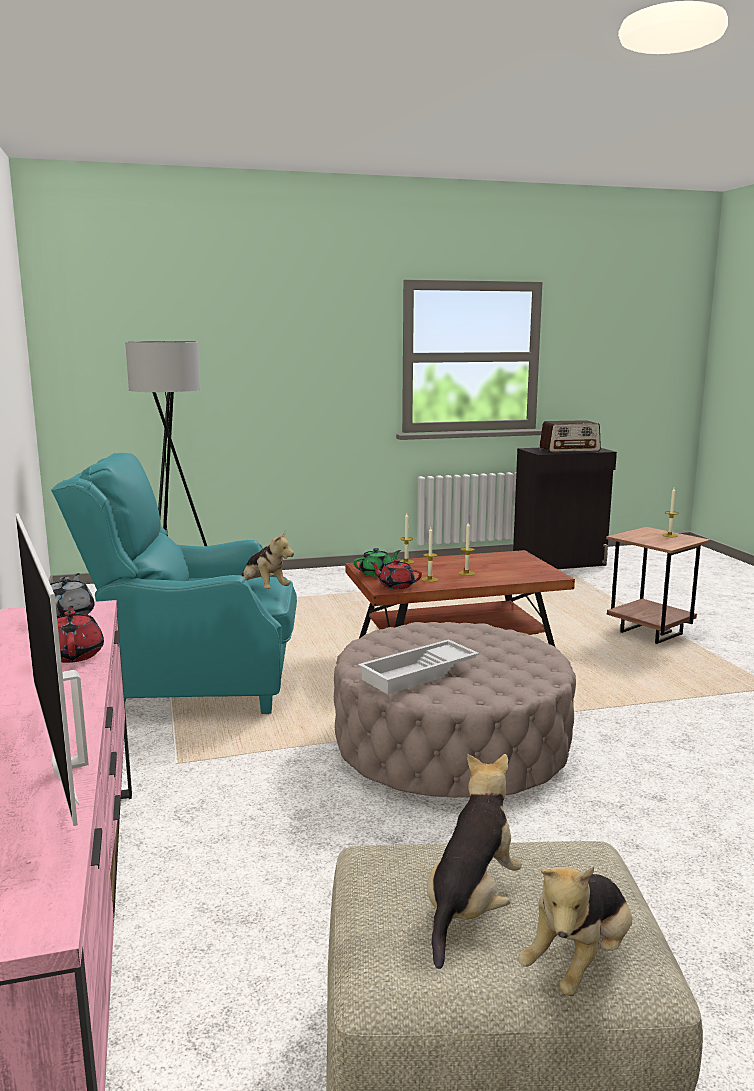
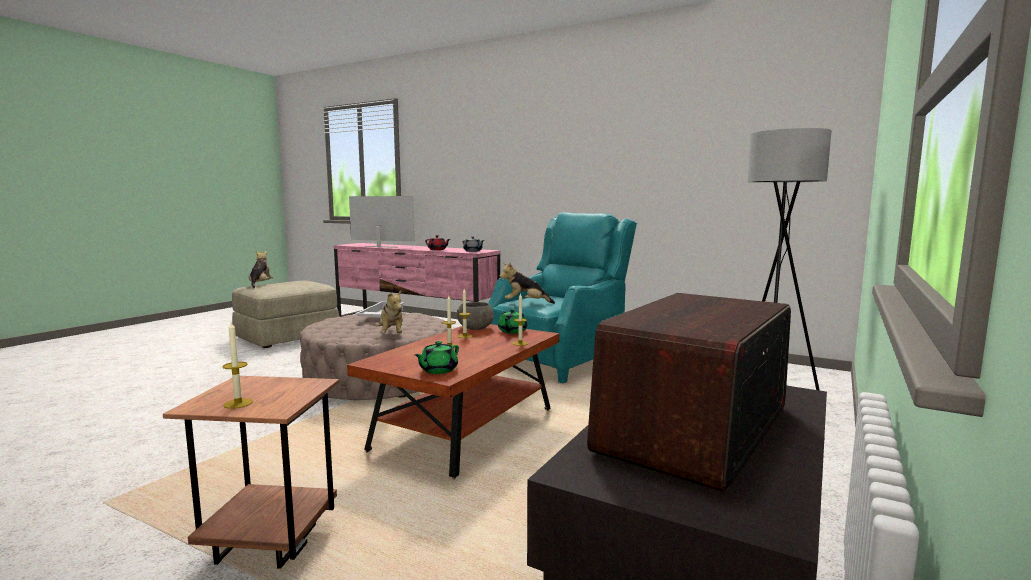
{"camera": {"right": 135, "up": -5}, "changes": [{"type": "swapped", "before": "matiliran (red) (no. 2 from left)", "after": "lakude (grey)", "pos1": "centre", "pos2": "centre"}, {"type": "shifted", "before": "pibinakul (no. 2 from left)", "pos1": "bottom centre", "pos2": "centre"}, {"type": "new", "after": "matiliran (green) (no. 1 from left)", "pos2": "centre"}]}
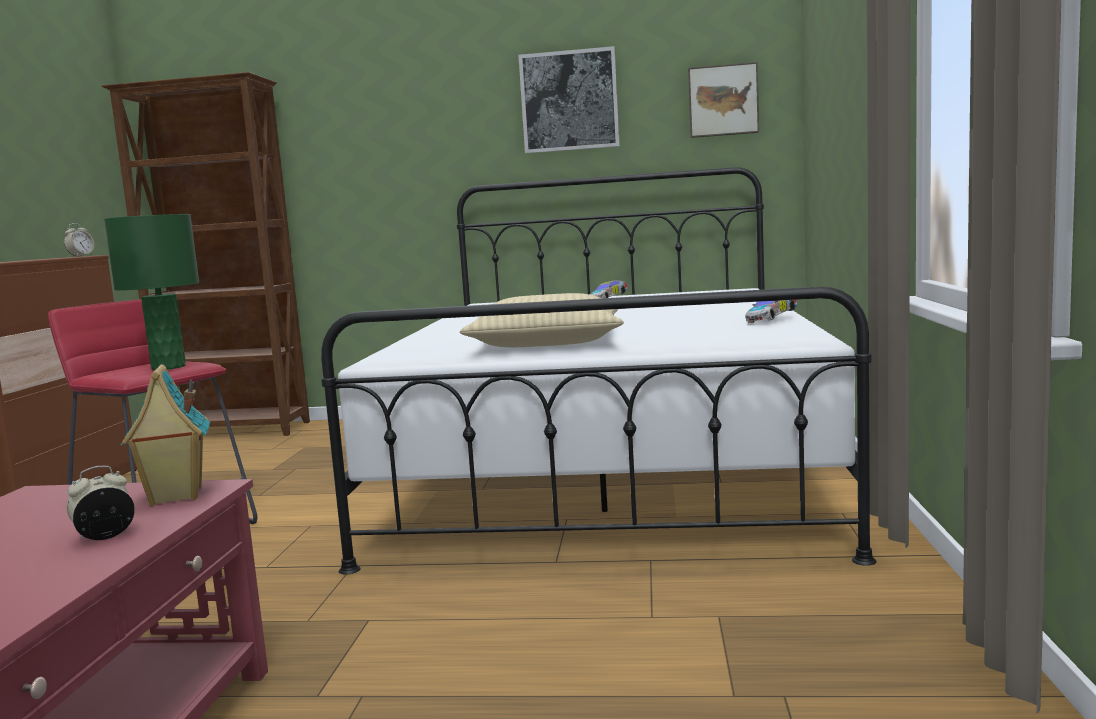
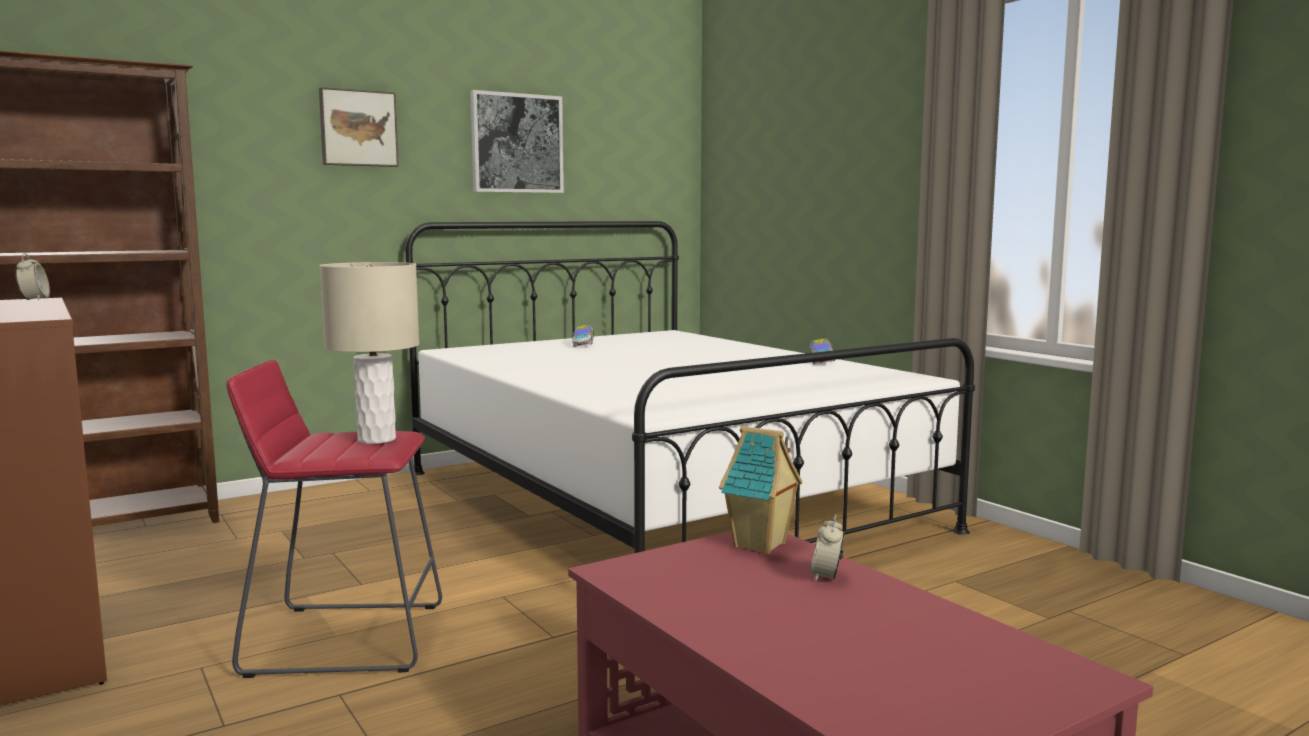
{"camera": {"right": -40, "up": 0}, "changes": [{"type": "shifted", "before": "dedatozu (no. 2 from left in the first image)", "after": "dedatozu (no. 1 from left)", "pos1": "top centre", "pos2": "top left"}, {"type": "repainted", "before": "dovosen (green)", "after": "dovosen (beige)", "pos1": "middle left", "pos2": "middle left"}, {"type": "gone", "before": "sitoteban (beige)", "pos1": "centre"}]}
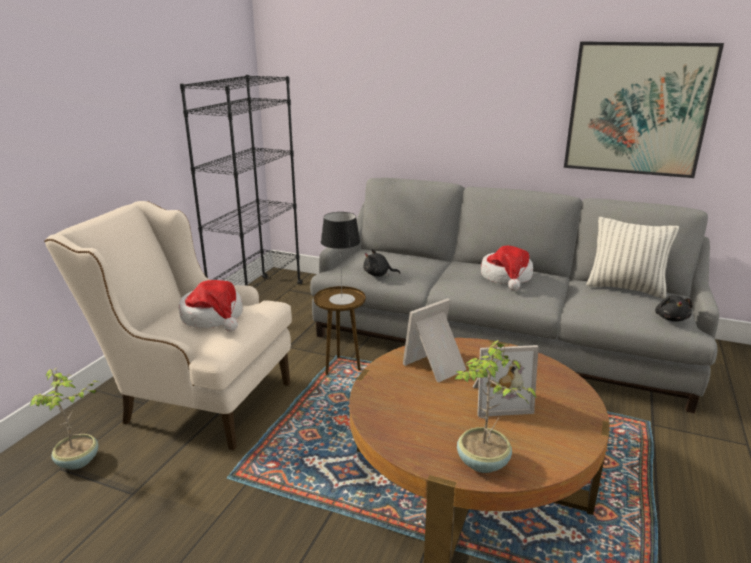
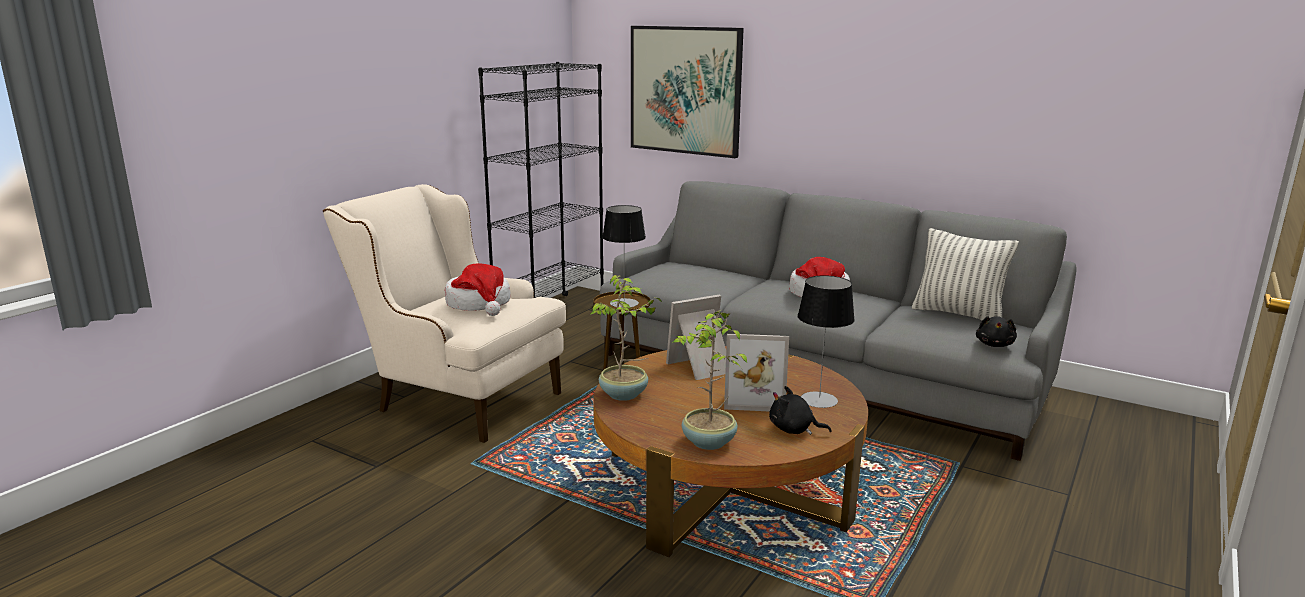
{"camera": {"right": 10, "up": -5}, "changes": [{"type": "shifted", "before": "dedatozu", "pos1": "top right", "pos2": "top centre"}, {"type": "shifted", "before": "pibinakul (black) (no. 1 from left)", "pos1": "centre", "pos2": "bottom centre"}, {"type": "shifted", "before": "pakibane (no. 1 from left)", "pos1": "bottom left", "pos2": "centre"}, {"type": "new", "after": "dovosen (no. 2 from left)", "pos2": "centre"}]}
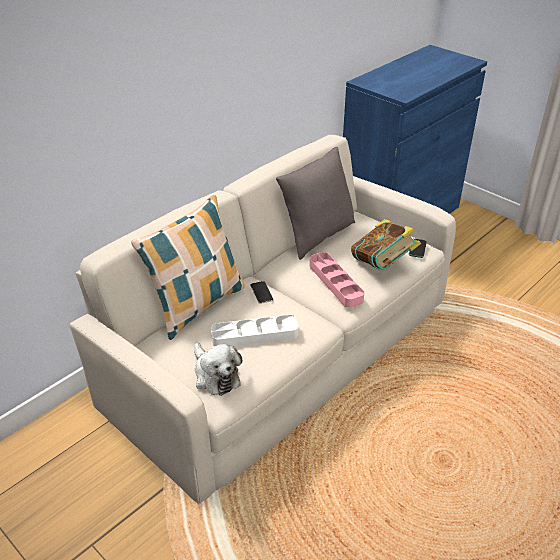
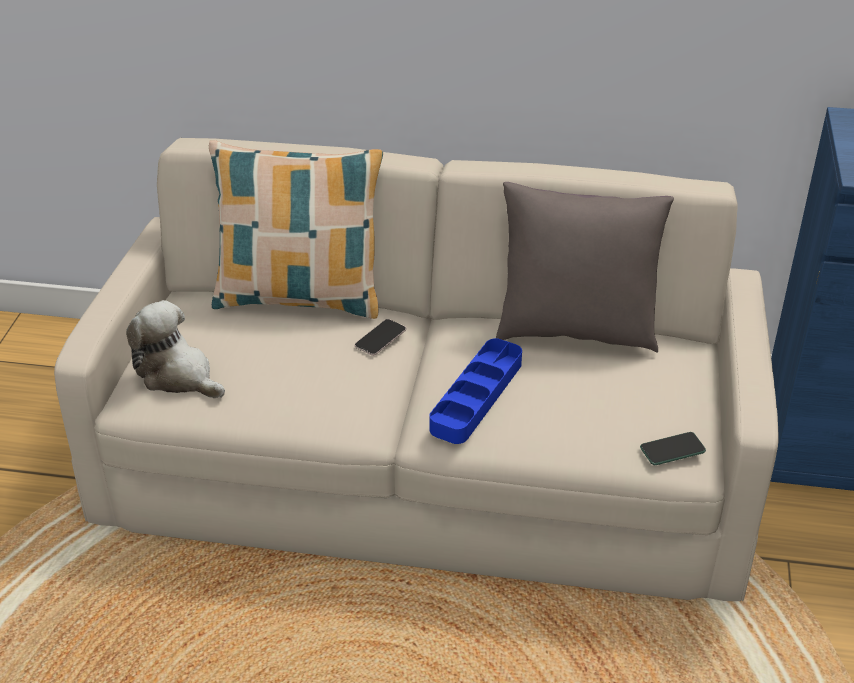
{"camera": {"right": 55, "up": 0}, "changes": [{"type": "gone", "before": "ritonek", "pos1": "middle right"}, {"type": "repainted", "before": "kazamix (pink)", "after": "kazamix (blue)", "pos1": "centre", "pos2": "centre"}, {"type": "gone", "before": "kazamix (white)", "pos1": "centre"}, {"type": "rotated", "before": "pibinakul", "pos1": "centre", "pos2": "middle left", "turn": 105}]}
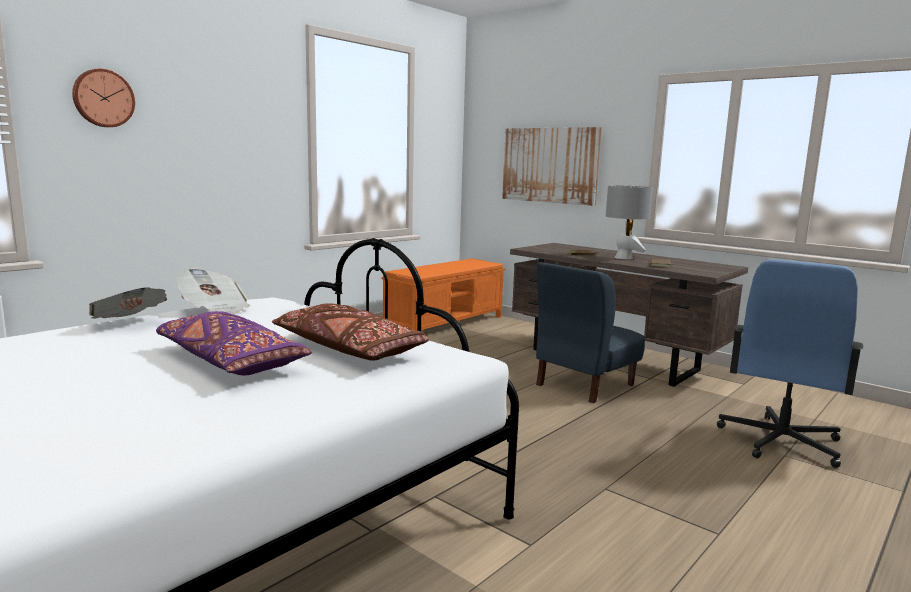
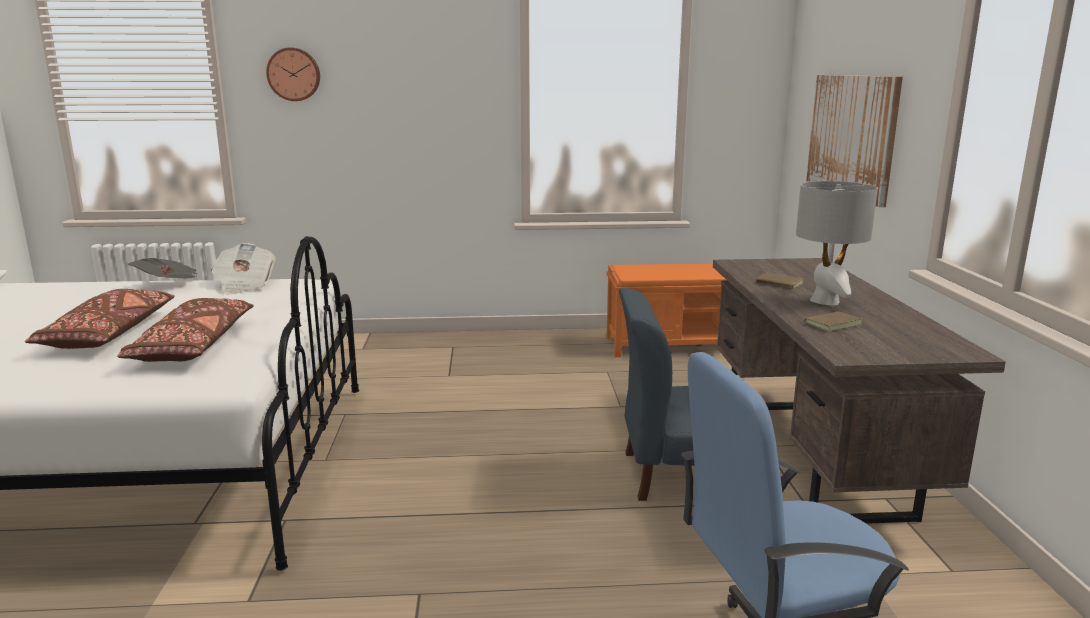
{"camera": {"right": 45, "up": 5}, "changes": [{"type": "repainted", "before": "sitoteban (purple)", "after": "sitoteban (brown) (no. 1 from left)", "pos1": "middle left", "pos2": "middle left"}]}
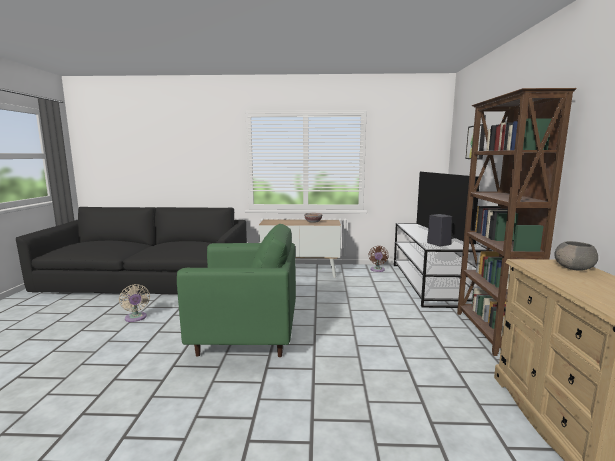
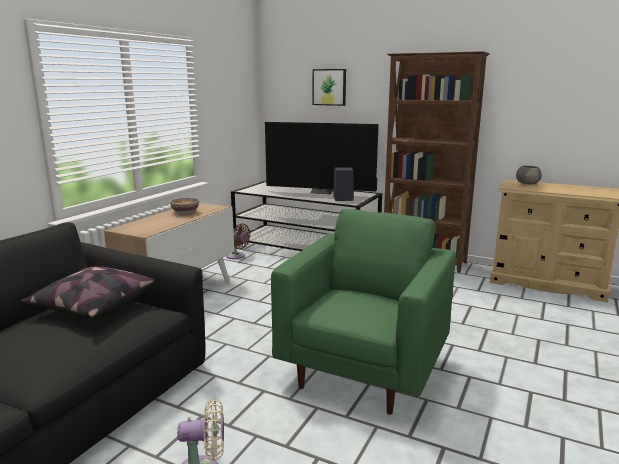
{"camera": {"right": -65, "up": 5}, "changes": [{"type": "new", "after": "sitoteban", "pos2": "middle left"}]}
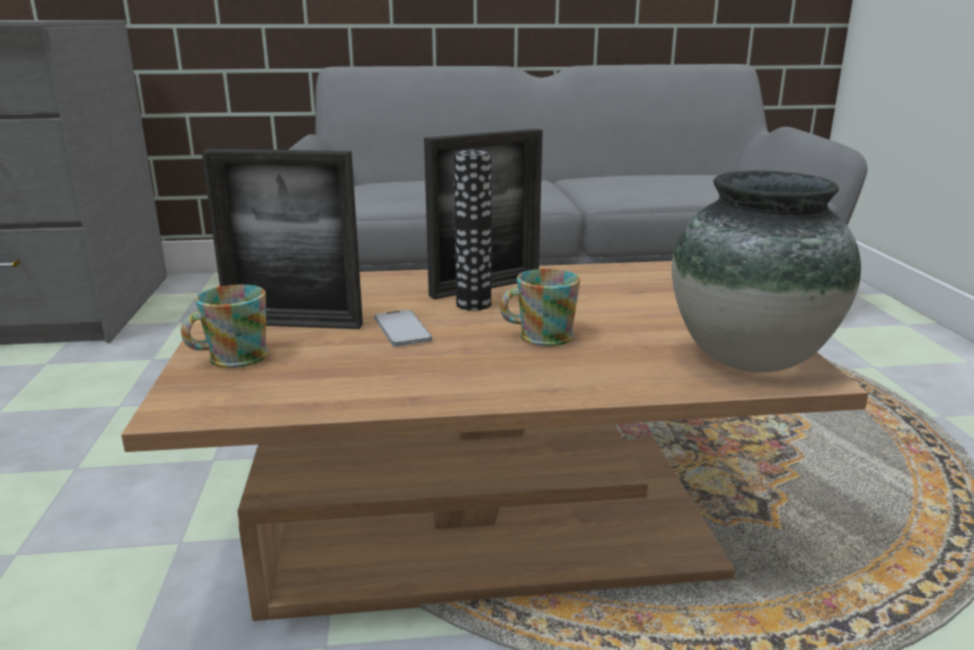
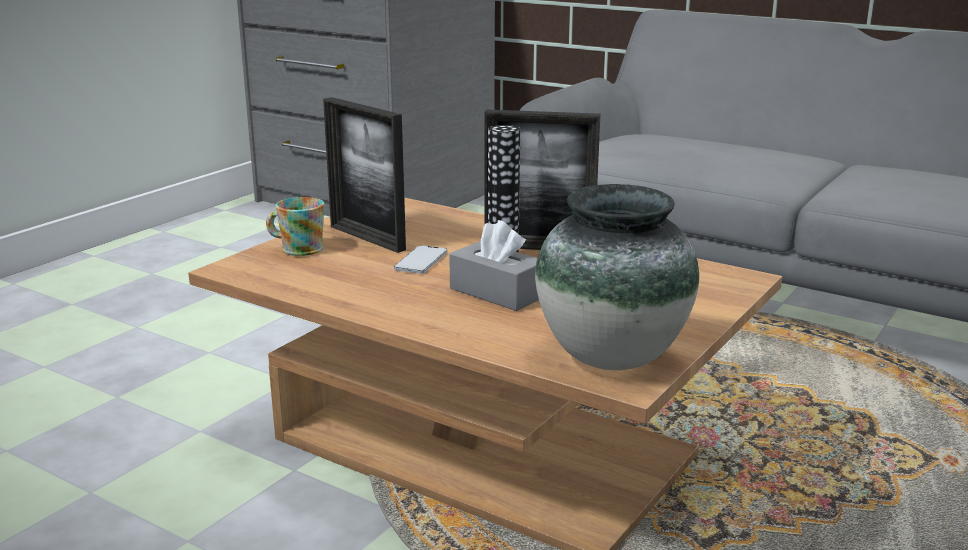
{"camera": {"right": 40, "up": 0}, "changes": [{"type": "swapped", "before": "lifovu (no. 2 from left)", "after": "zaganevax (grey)", "pos1": "centre", "pos2": "centre"}]}
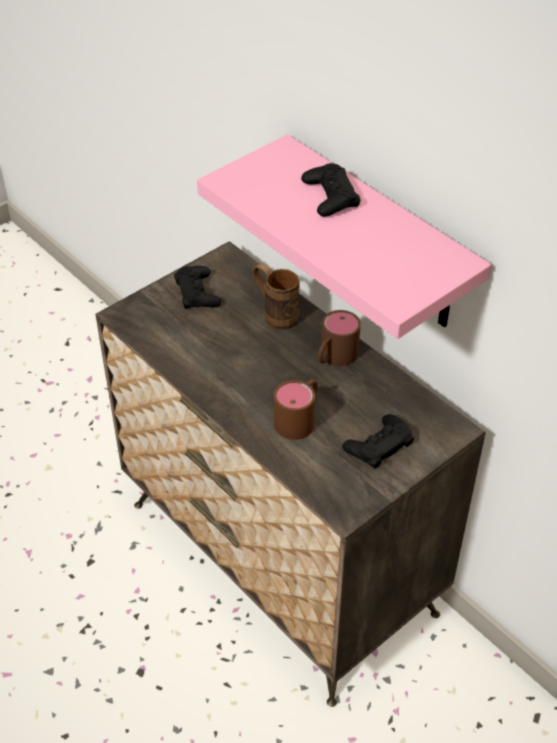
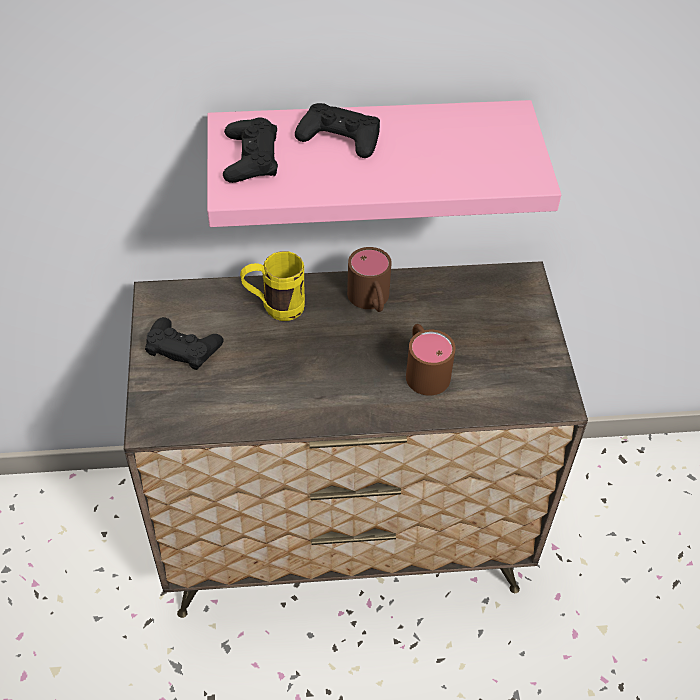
{"camera": {"right": -55, "up": 5}, "changes": [{"type": "repainted", "before": "lifovu (brown) (no. 1 from left)", "after": "lifovu (yellow)", "pos1": "centre", "pos2": "centre"}, {"type": "shifted", "before": "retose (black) (no. 3 from left in the first image)", "after": "retose (black) (no. 2 from left)", "pos1": "middle right", "pos2": "top centre"}]}
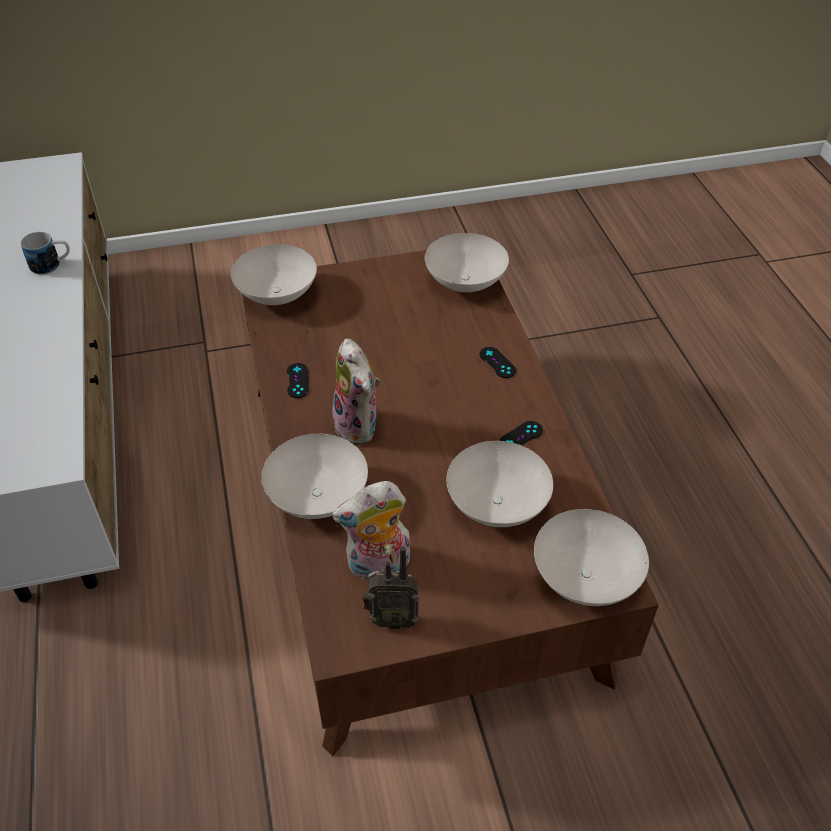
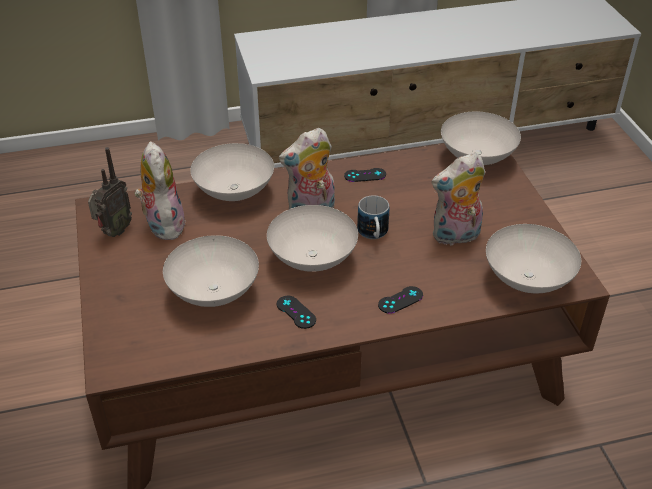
{"camera": {"right": 90, "up": -5}, "changes": [{"type": "shifted", "before": "lifovu", "pos1": "top left", "pos2": "centre"}, {"type": "shifted", "before": "lakude (white) (no. 5 from left in the first image)", "after": "lakude (white) (no. 3 from left)", "pos1": "bottom right", "pos2": "centre"}, {"type": "rotated", "before": "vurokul", "pos1": "bottom centre", "pos2": "middle left", "turn": -150}, {"type": "new", "after": "pibinakul (no. 3 from left)", "pos2": "middle right"}]}
